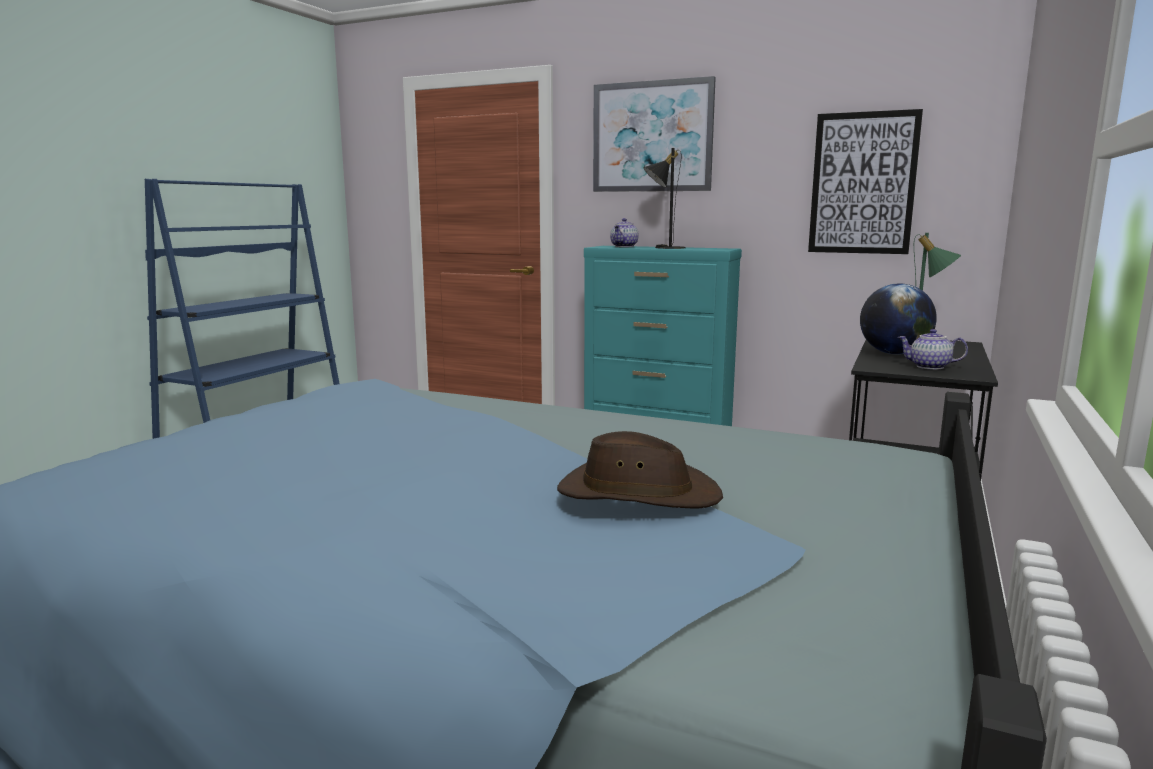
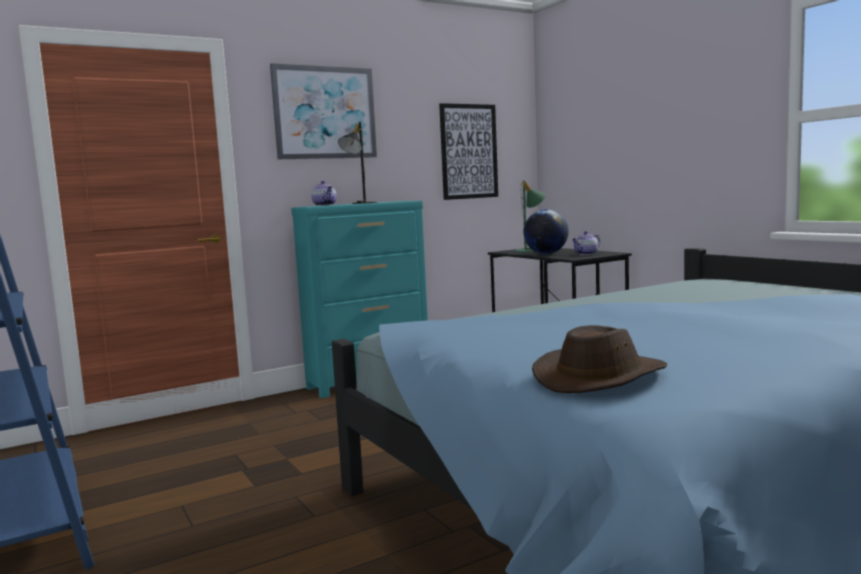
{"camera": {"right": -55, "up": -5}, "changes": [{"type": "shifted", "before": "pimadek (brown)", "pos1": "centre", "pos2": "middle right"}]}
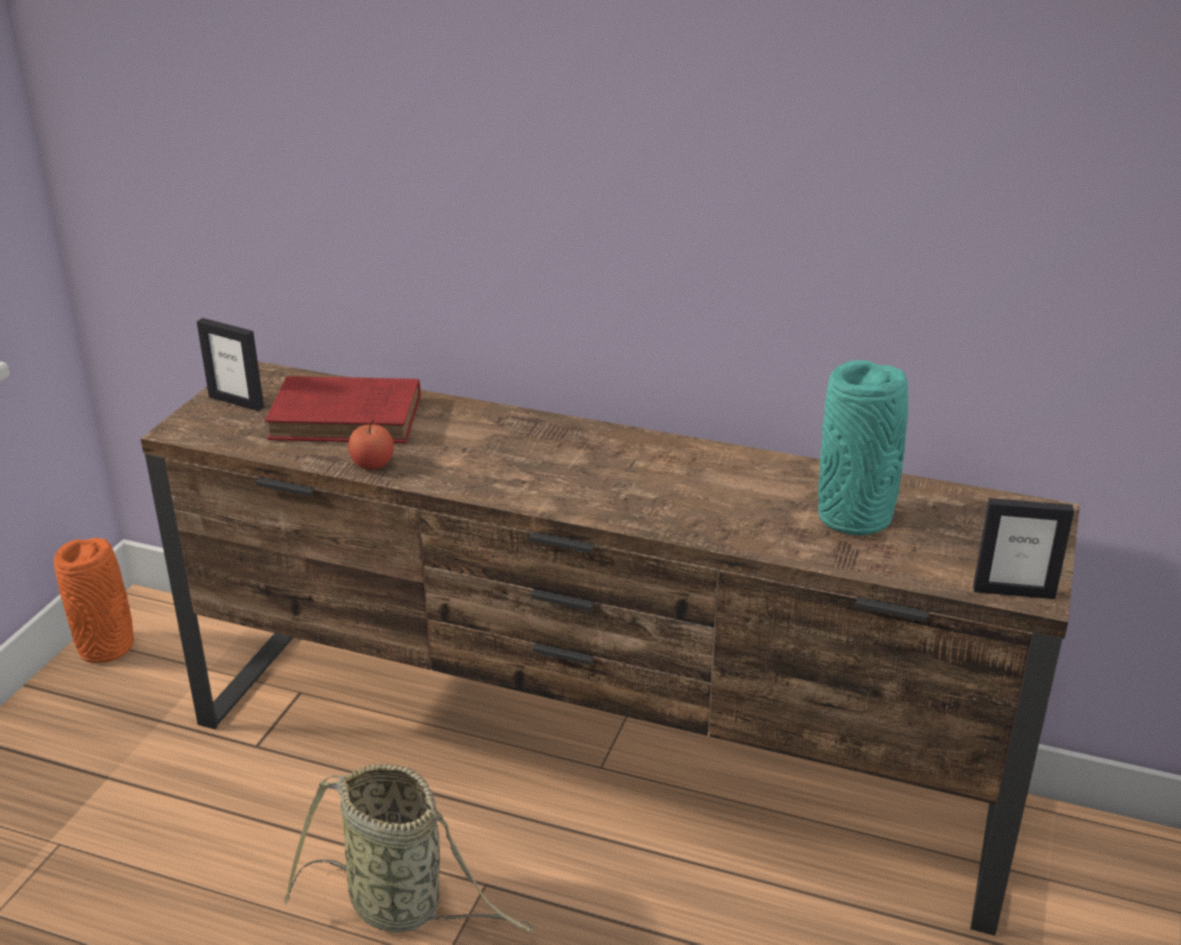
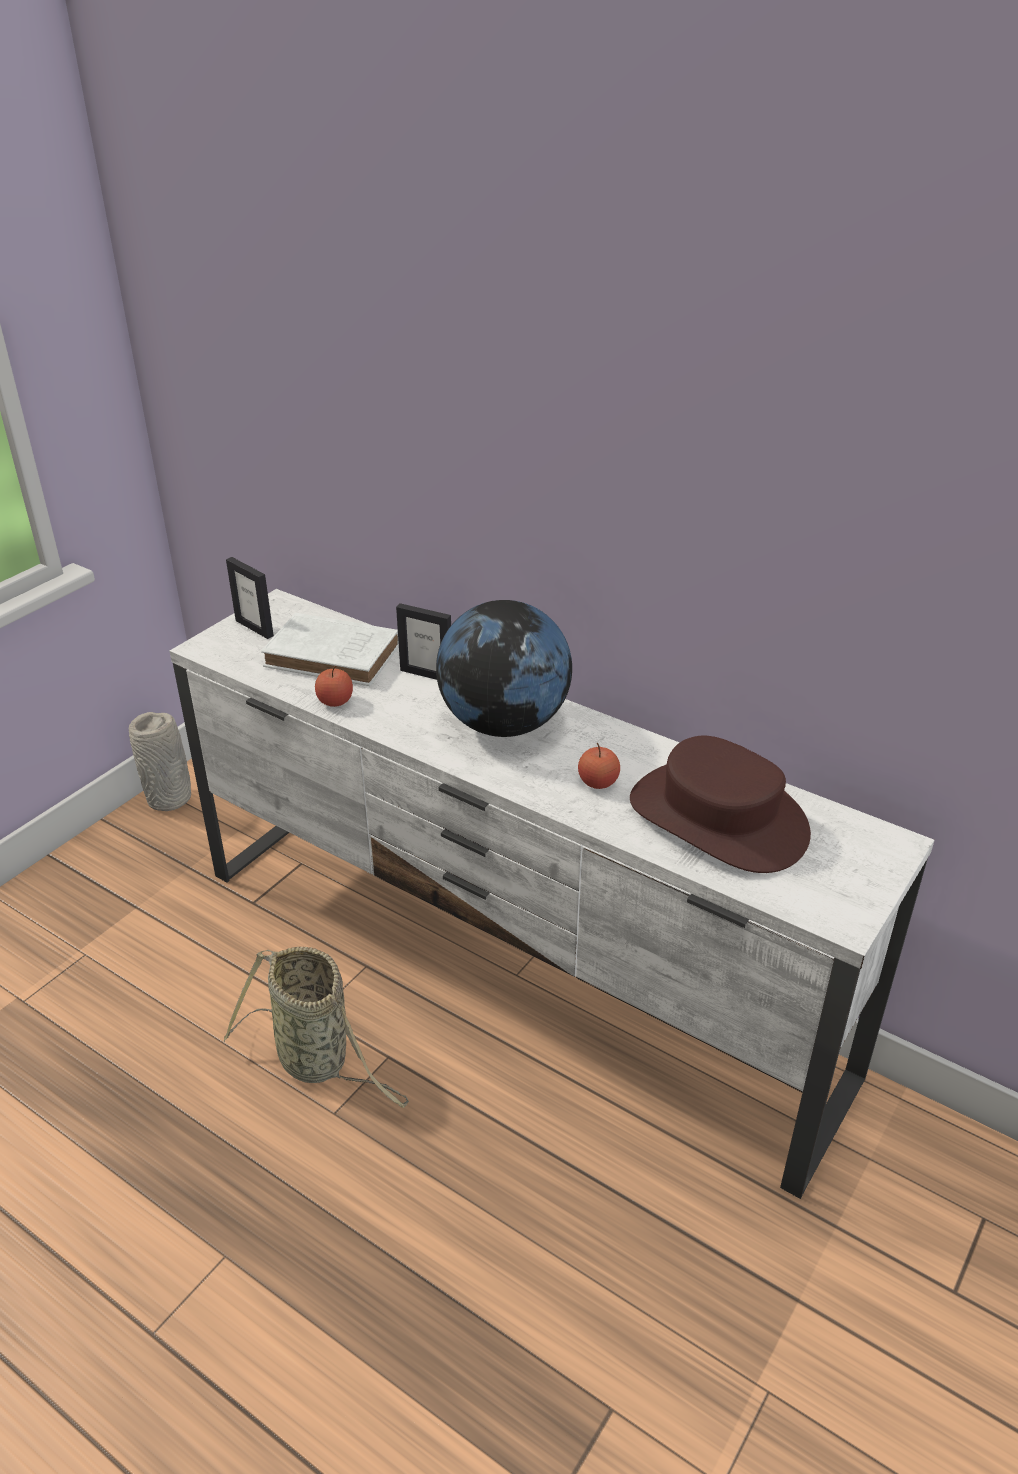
{"camera": {"right": 15, "up": 5}, "changes": [{"type": "swapped", "before": "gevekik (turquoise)", "after": "pimadek (brown)", "pos1": "middle right", "pos2": "middle right"}, {"type": "repainted", "before": "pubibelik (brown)", "after": "pubibelik (white)", "pos1": "bottom centre", "pos2": "centre"}, {"type": "repainted", "before": "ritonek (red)", "after": "ritonek (white)", "pos1": "middle left", "pos2": "middle left"}, {"type": "shifted", "before": "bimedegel (no. 2 from left)", "pos1": "middle right", "pos2": "centre"}, {"type": "repainted", "before": "gevekik (orange)", "after": "gevekik (grey)", "pos1": "middle left", "pos2": "middle left"}, {"type": "new", "after": "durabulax", "pos2": "centre"}, {"type": "new", "after": "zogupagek (no. 2 from left)", "pos2": "centre"}]}
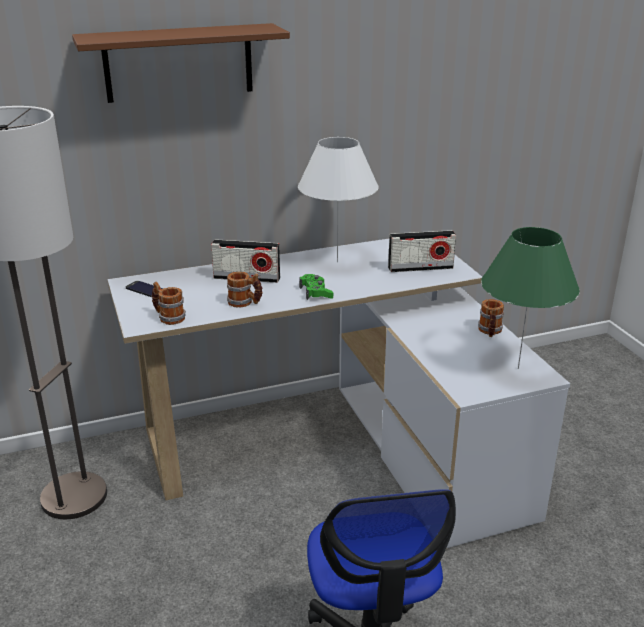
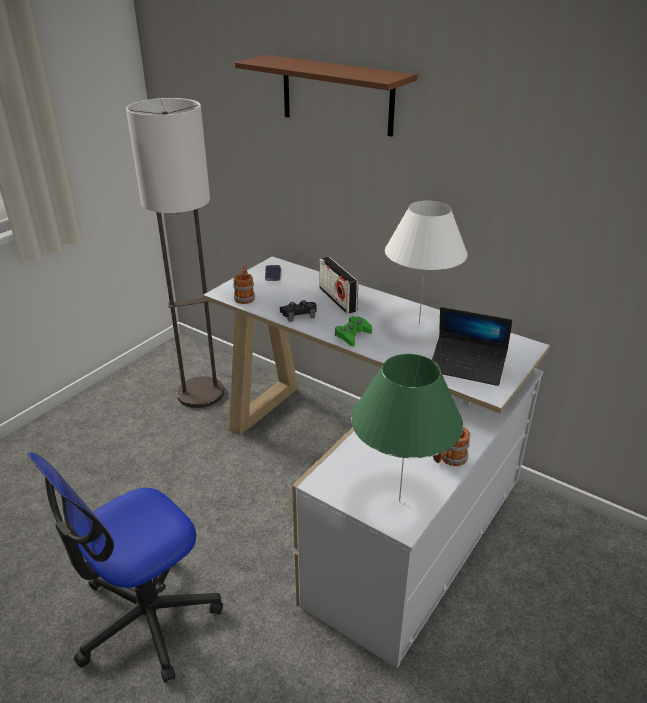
{"camera": {"right": 55, "up": 5}, "changes": [{"type": "swapped", "before": "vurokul (no. 2 from left)", "after": "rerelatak", "pos1": "centre", "pos2": "middle right"}, {"type": "swapped", "before": "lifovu (no. 2 from left)", "after": "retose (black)", "pos1": "centre", "pos2": "centre"}]}
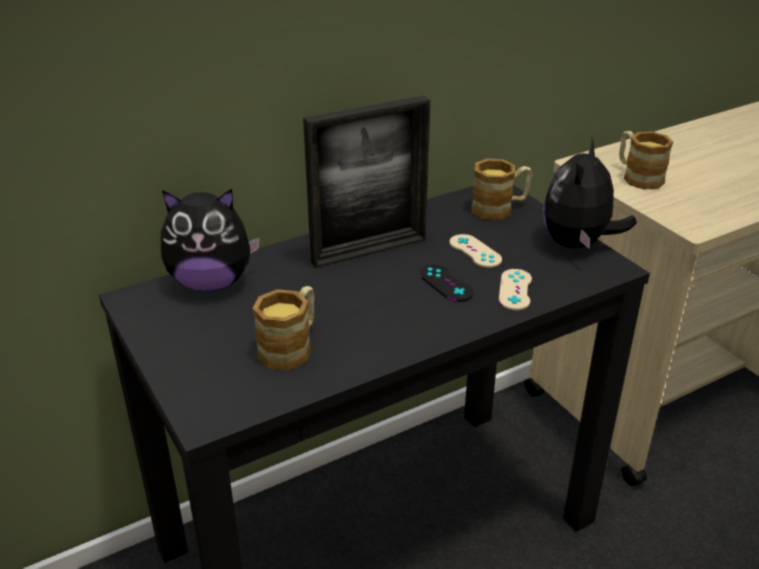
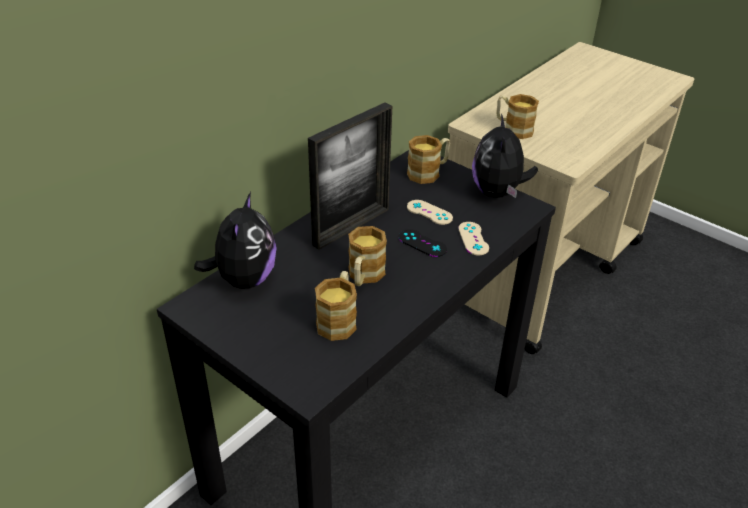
{"camera": {"right": -20, "up": 5}, "changes": [{"type": "rotated", "before": "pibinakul (no. 1 from left)", "pos1": "middle left", "pos2": "middle left", "turn": -60}, {"type": "new", "after": "lifovu (no. 2 from left)", "pos2": "centre"}]}
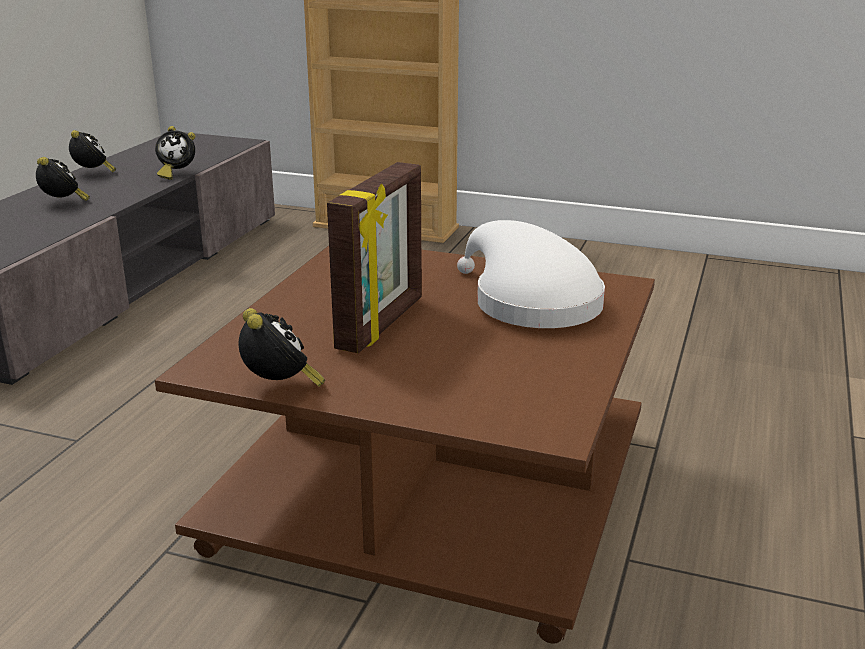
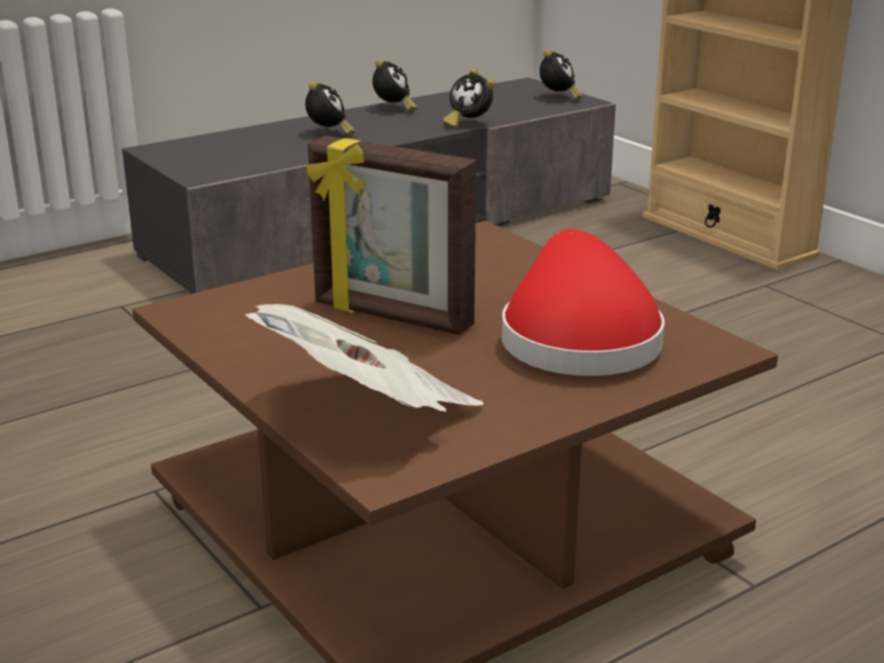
{"camera": {"right": 35, "up": 0}, "changes": [{"type": "rotated", "before": "bimedegel", "pos1": "centre", "pos2": "centre", "turn": 60}, {"type": "repainted", "before": "pimadek (white)", "after": "pimadek (red)", "pos1": "centre", "pos2": "centre"}, {"type": "shifted", "before": "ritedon (no. 4 from left)", "pos1": "middle left", "pos2": "top centre"}, {"type": "new", "after": "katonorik", "pos2": "centre"}]}
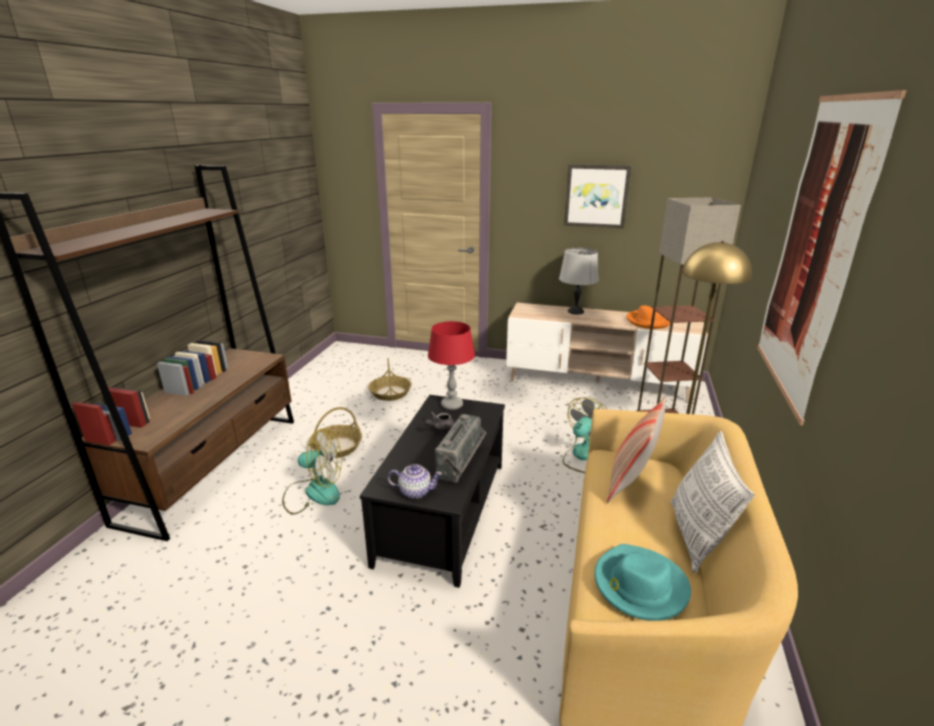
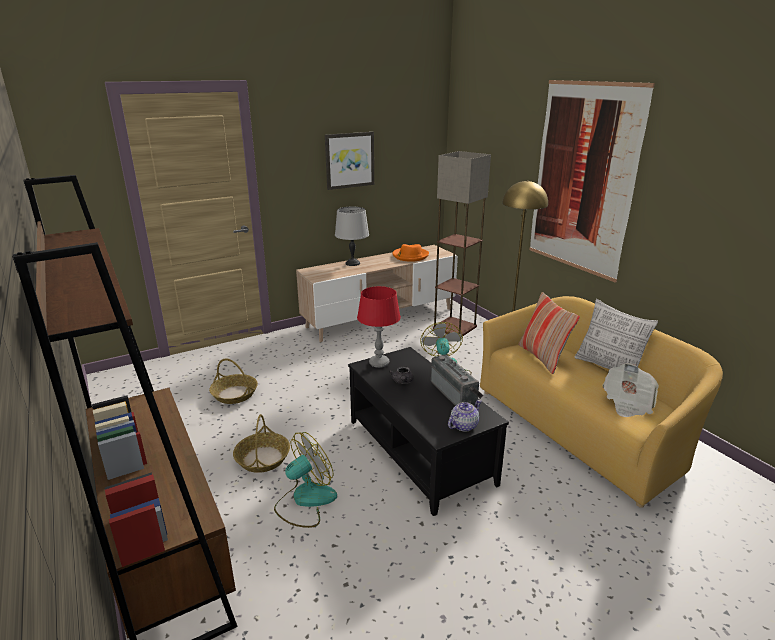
{"camera": {"right": -45, "up": 0}, "changes": [{"type": "swapped", "before": "pimadek (turquoise)", "after": "katonorik", "pos1": "bottom right", "pos2": "middle right"}]}
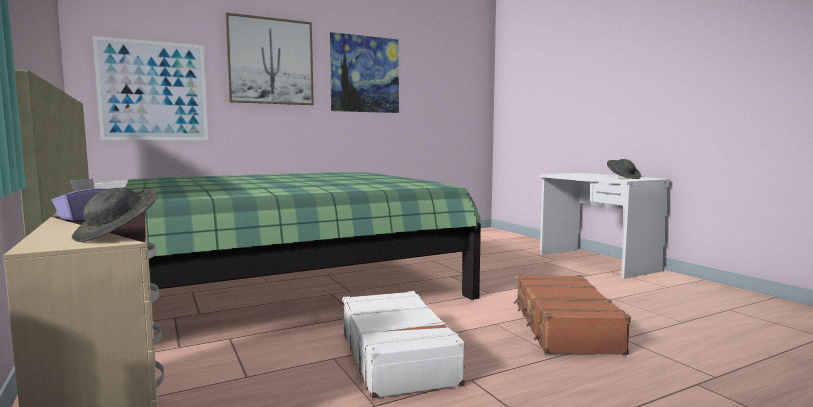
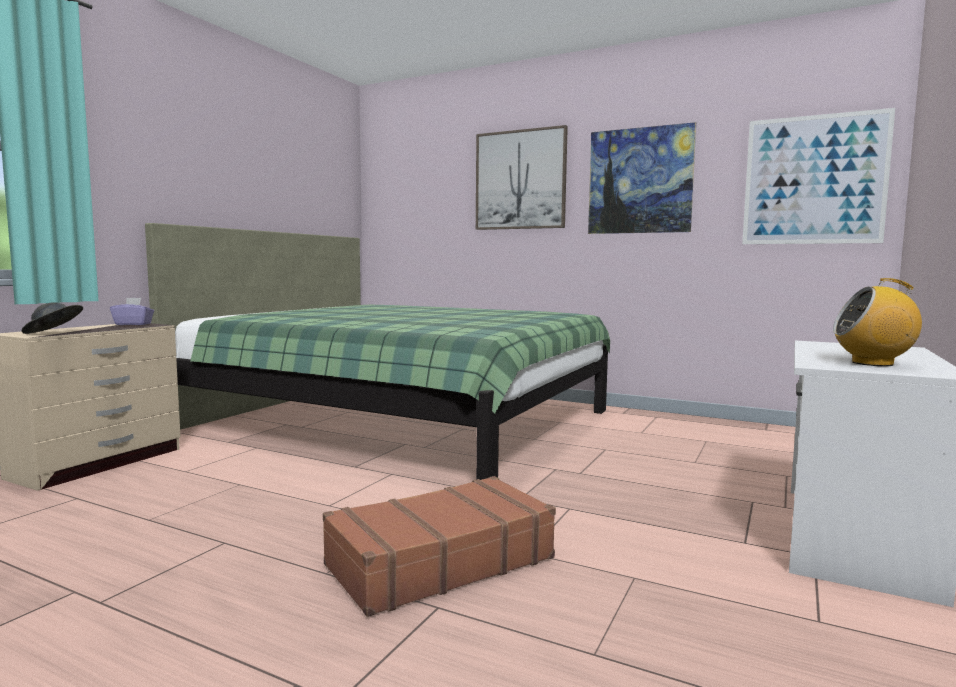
{"camera": {"right": 55, "up": 0}, "changes": [{"type": "shifted", "before": "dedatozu (no. 1 from left in the first image)", "after": "dedatozu (no. 3 from left)", "pos1": "top left", "pos2": "top right"}, {"type": "swapped", "before": "pimadek (grey) (no. 2 from left)", "after": "vurokul", "pos1": "middle right", "pos2": "middle right"}, {"type": "gone", "before": "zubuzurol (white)", "pos1": "bottom centre"}]}
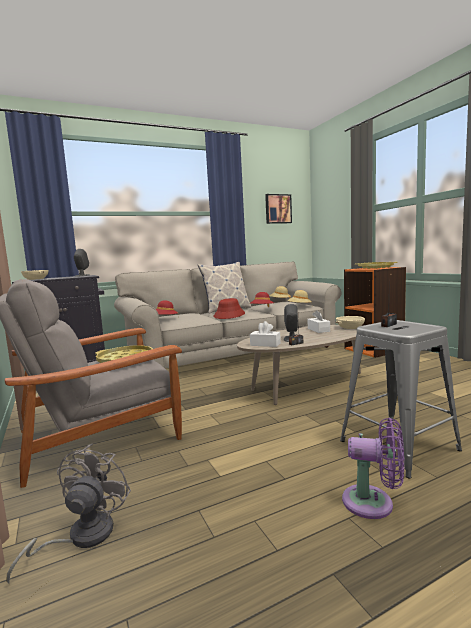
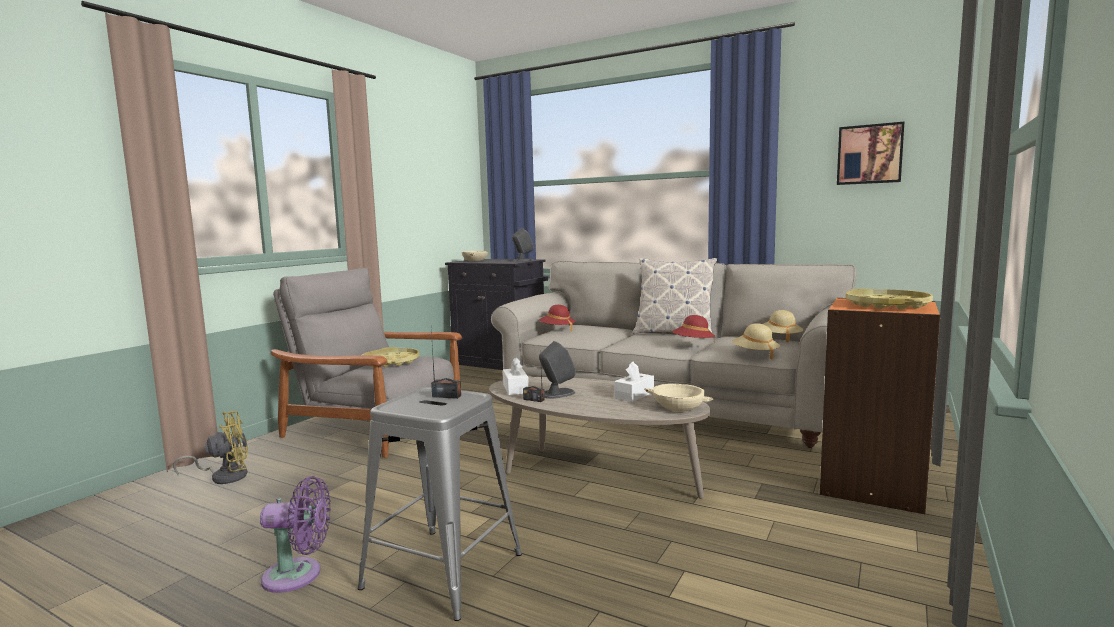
{"camera": {"right": 55, "up": 0}, "changes": [{"type": "gone", "before": "pimadek (red) (no. 2 from left)", "pos1": "centre"}, {"type": "rotated", "before": "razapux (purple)", "pos1": "bottom right", "pos2": "bottom left", "turn": -75}, {"type": "repainted", "before": "razapux (grey)", "after": "razapux (yellow)", "pos1": "bottom left", "pos2": "bottom left"}]}
